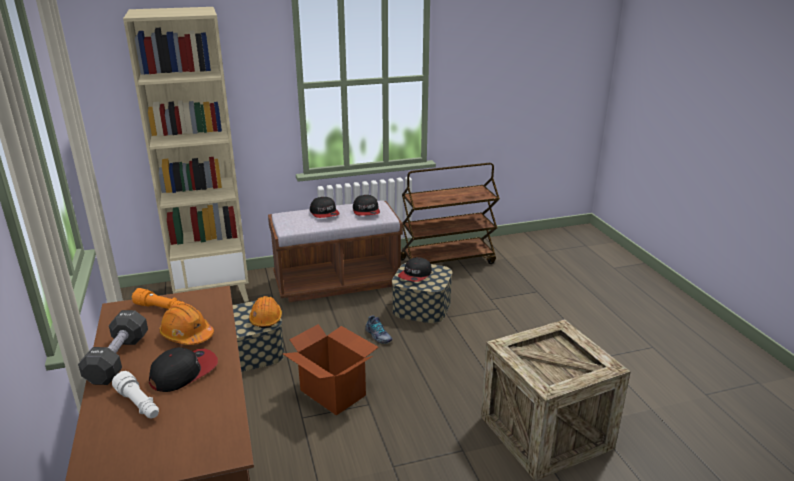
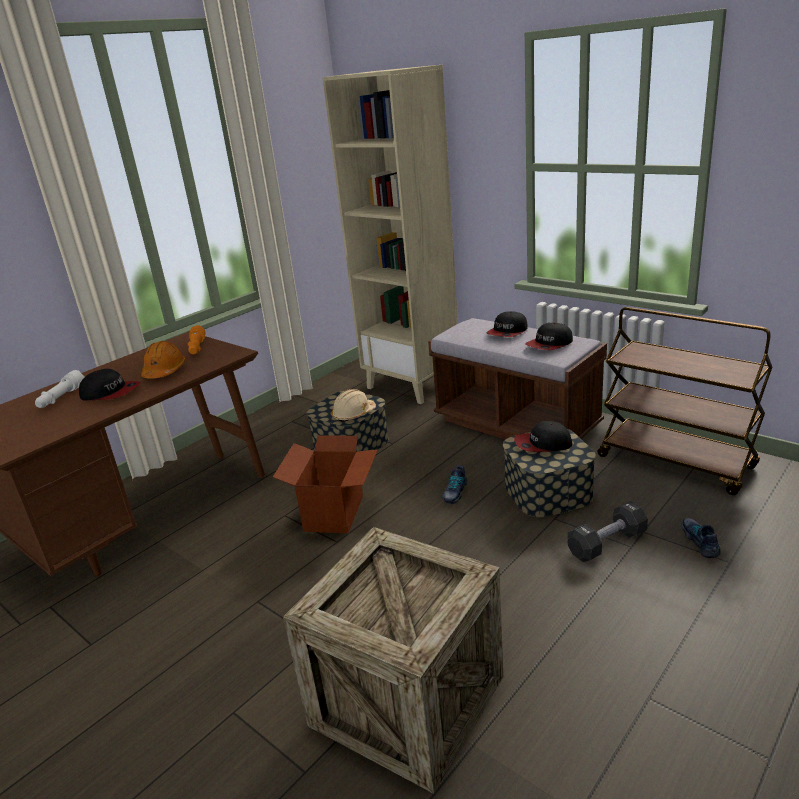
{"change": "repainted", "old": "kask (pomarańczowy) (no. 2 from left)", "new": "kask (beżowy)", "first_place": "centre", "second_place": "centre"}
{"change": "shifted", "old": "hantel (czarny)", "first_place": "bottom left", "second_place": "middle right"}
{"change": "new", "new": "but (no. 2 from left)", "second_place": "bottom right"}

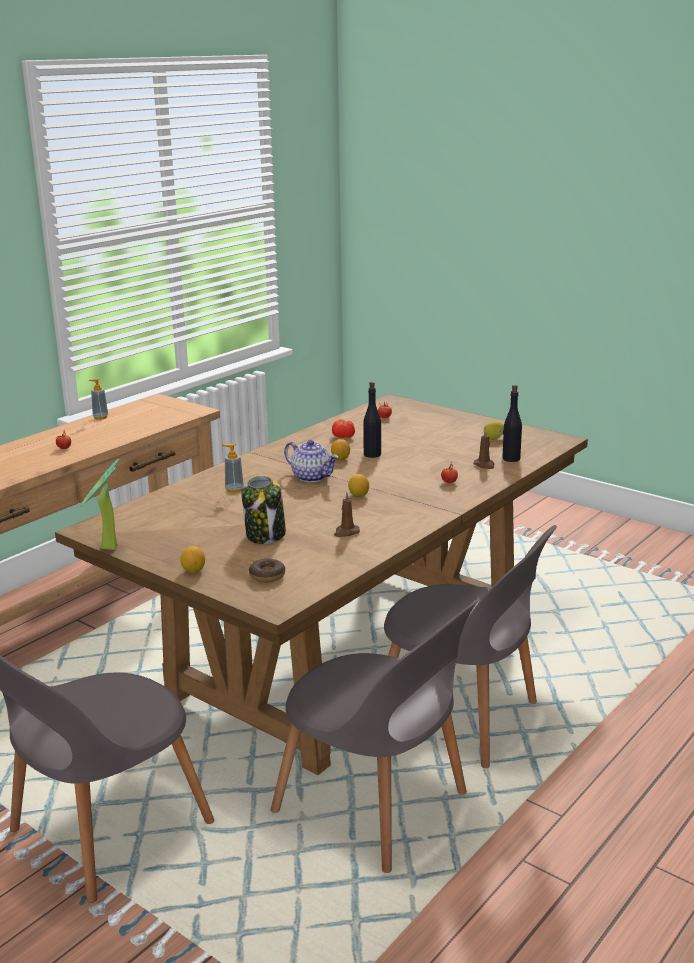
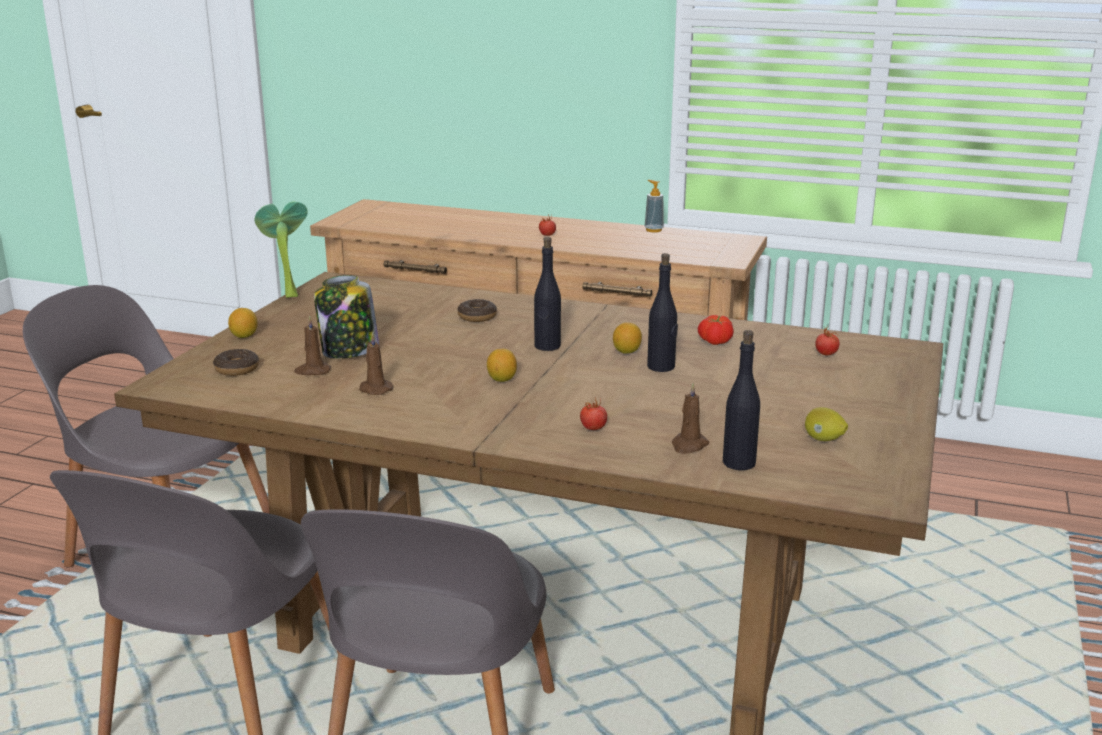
{"change": "new", "new": "świeca (brązowy) (no. 1 from left)", "second_place": "middle left"}
{"change": "swapped", "old": "dozownik mydła (no. 2 from left)", "new": "donut (no. 2 from left)", "first_place": "centre", "second_place": "centre"}
{"change": "swapped", "old": "imbryk", "new": "butelka (czarny) (no. 1 from left)", "first_place": "centre", "second_place": "centre"}

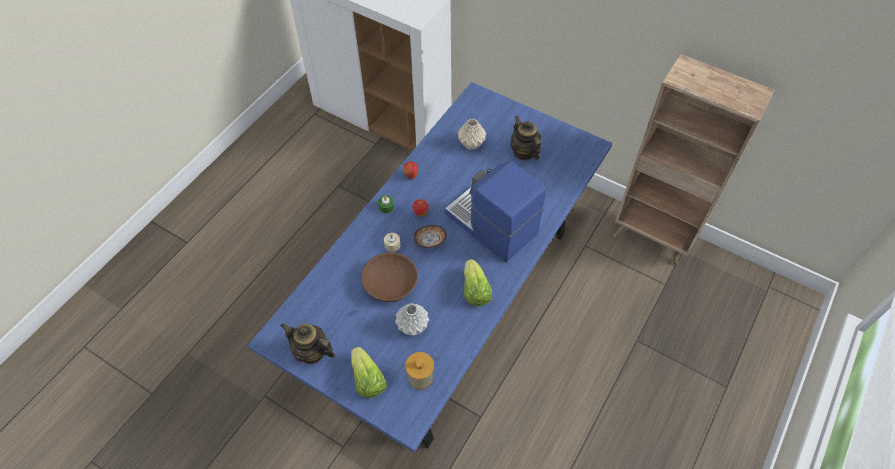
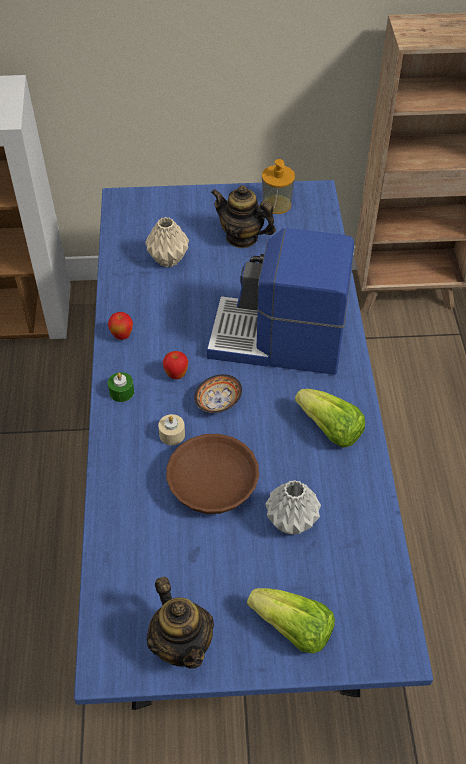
{"change": "rotated", "old": "imbryk (no. 1 from left)", "first_place": "bottom centre", "second_place": "bottom centre", "degrees": -105}
{"change": "shifted", "old": "dozownik mydła", "first_place": "bottom centre", "second_place": "top centre"}

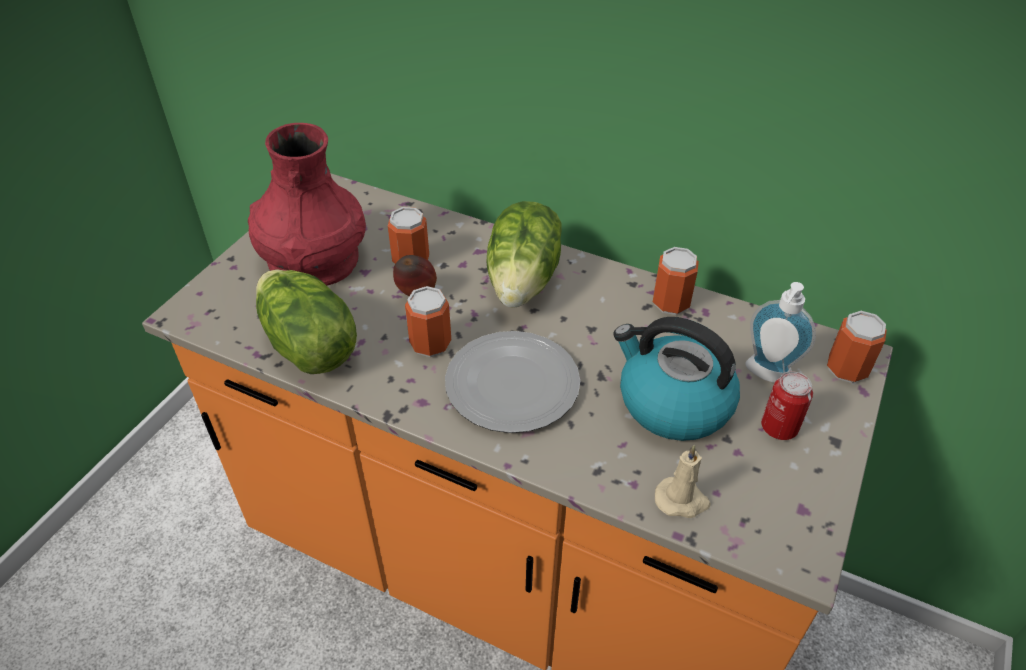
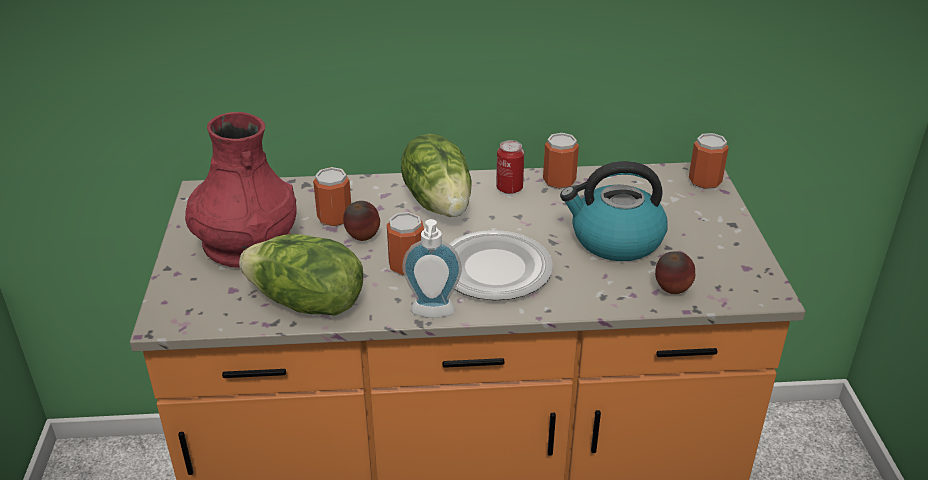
{"change": "shifted", "old": "dozownik mydła", "first_place": "middle right", "second_place": "centre"}
{"change": "shifted", "old": "puszka (no. 4 from left in the first image)", "new": "puszka (no. 3 from left)", "first_place": "middle right", "second_place": "centre"}
{"change": "swapped", "old": "świeca (beżowy)", "new": "jabłko (no. 2 from left)", "first_place": "bottom centre", "second_place": "middle right"}

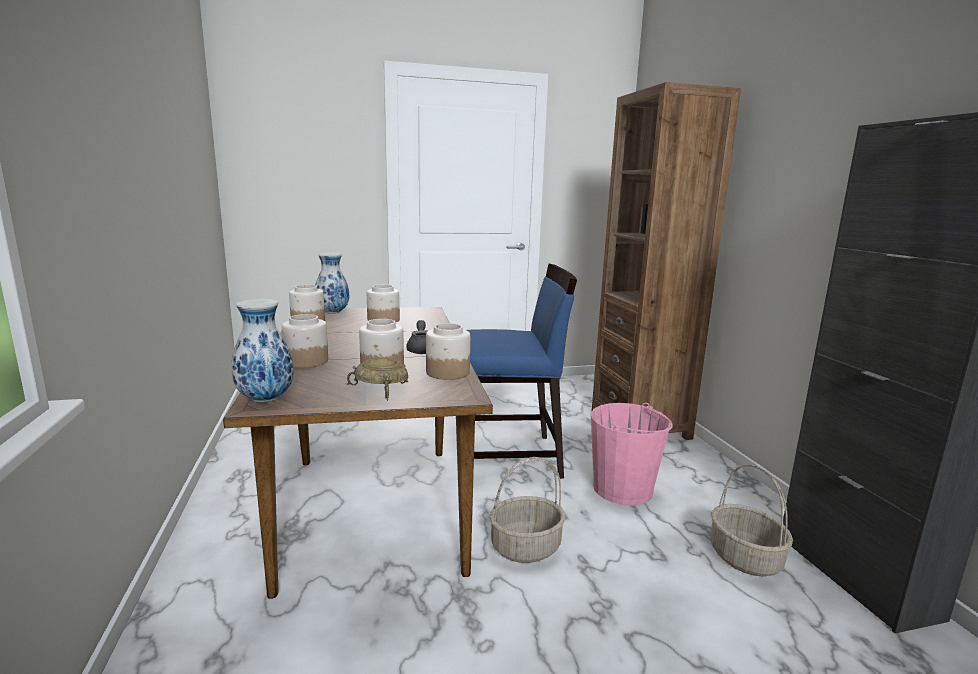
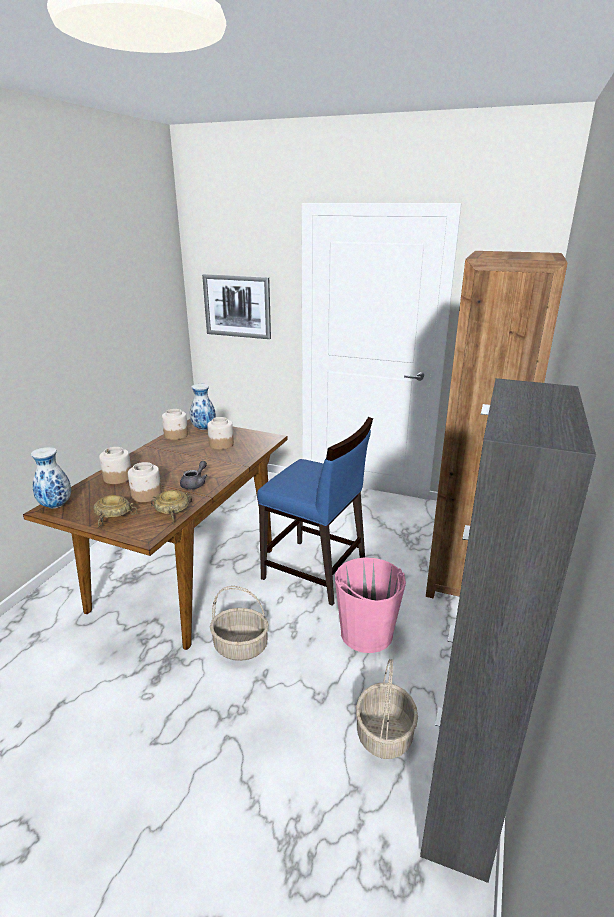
{"change": "swapped", "old": "słoik (no. 5 from left)", "new": "miska (beżowy) (no. 2 from left)", "first_place": "centre", "second_place": "middle left"}
{"change": "new", "new": "obraz", "second_place": "centre"}

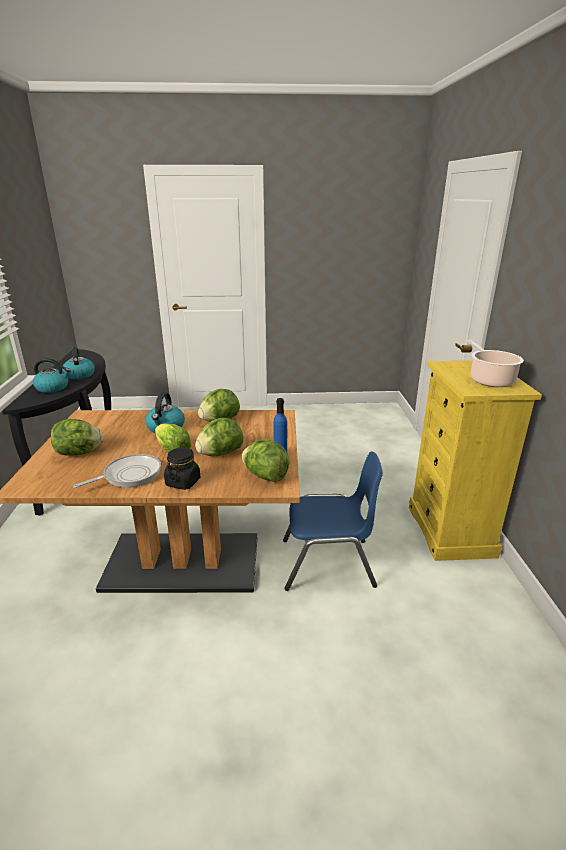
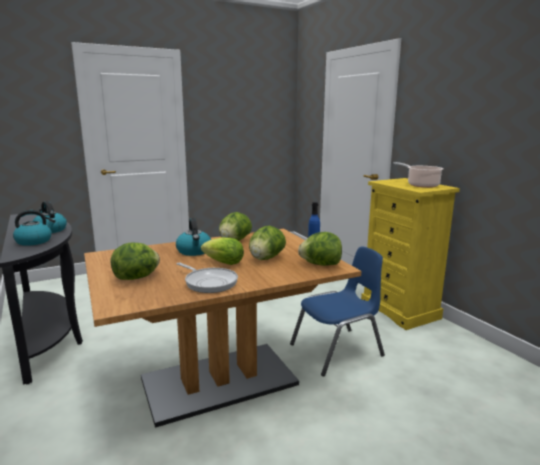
{"change": "rotated", "old": "patelnia", "first_place": "middle left", "second_place": "centre", "degrees": 105}
{"change": "gone", "old": "słoik (czarny)", "first_place": "middle left"}

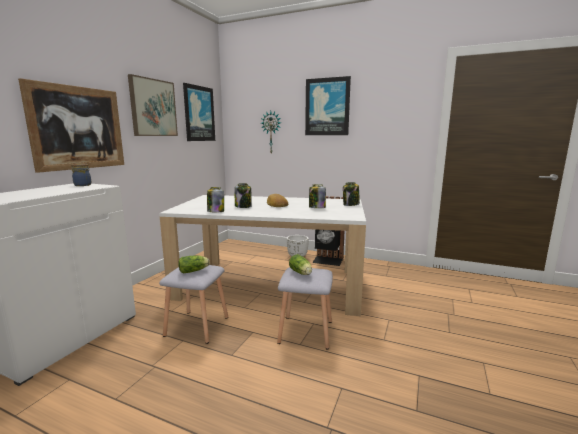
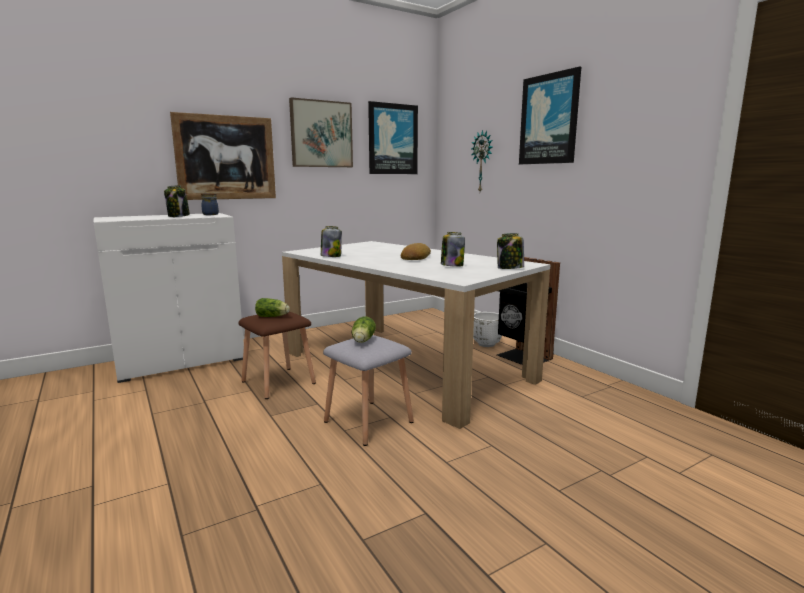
{"change": "shifted", "old": "słoik (no. 3 from left in the first image)", "new": "słoik (no. 1 from left)", "first_place": "centre", "second_place": "middle left"}
{"change": "repainted", "old": "stołek (szary) (no. 1 from left)", "new": "stołek (brązowy)", "first_place": "bottom centre", "second_place": "centre"}

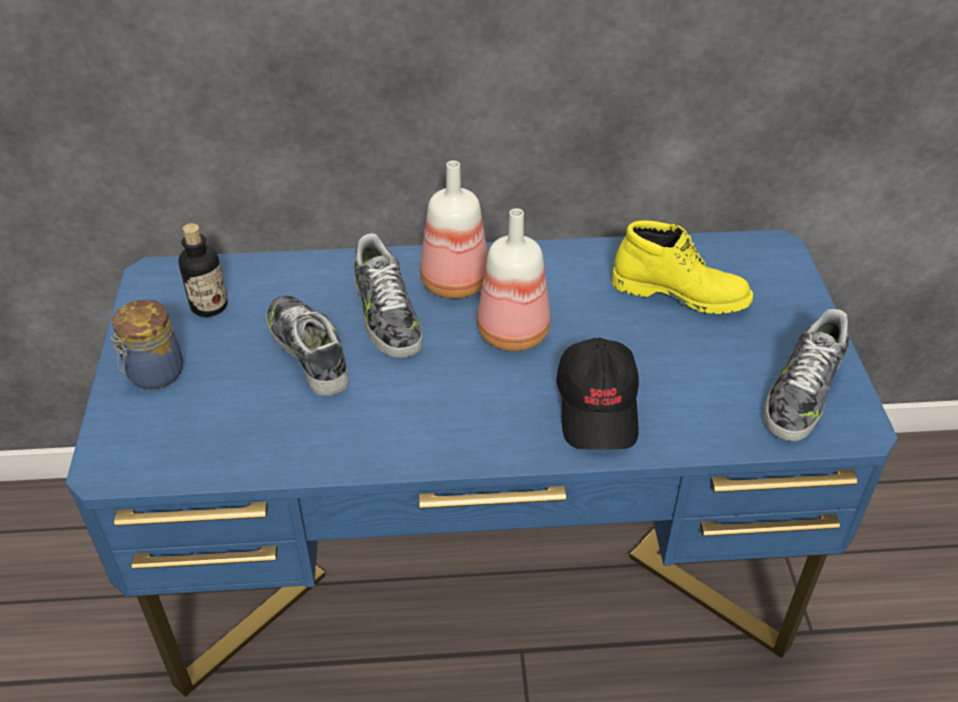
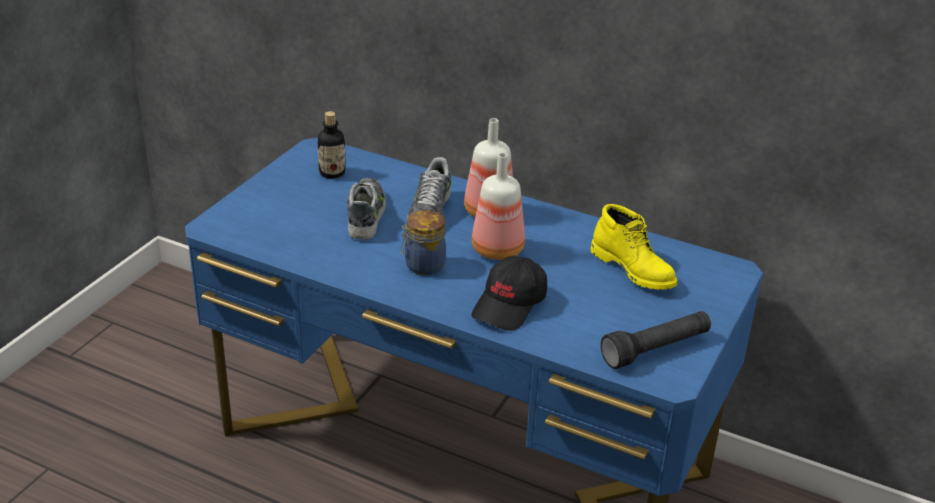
{"change": "shifted", "old": "słoik", "first_place": "middle left", "second_place": "centre"}
{"change": "swapped", "old": "but (no. 3 from left)", "new": "latarka (czarny)", "first_place": "middle right", "second_place": "bottom right"}

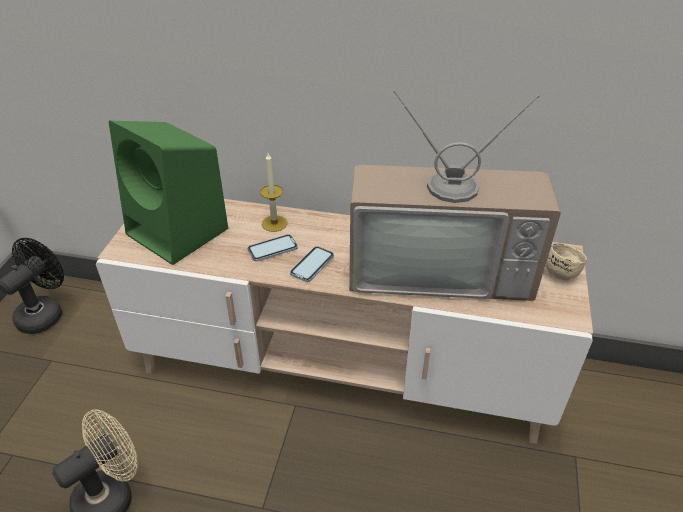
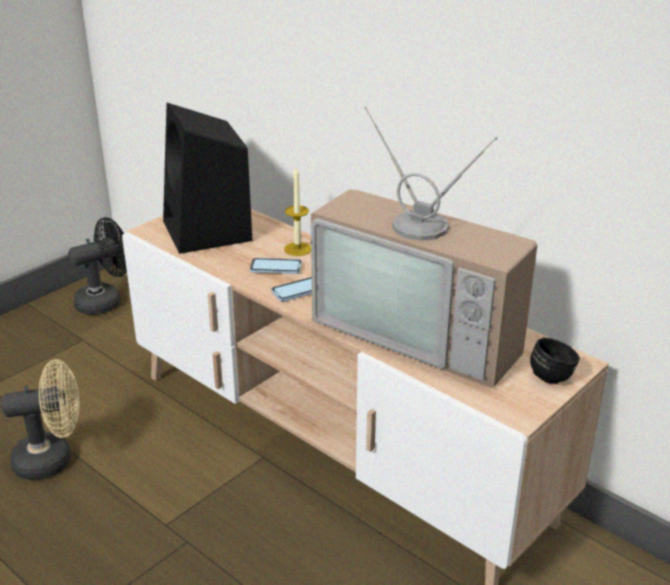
{"change": "repainted", "old": "głośnik (zielony)", "new": "głośnik (czarny)", "first_place": "middle left", "second_place": "top left"}
{"change": "repainted", "old": "kubek (beżowy)", "new": "kubek (czarny)", "first_place": "middle right", "second_place": "middle right"}

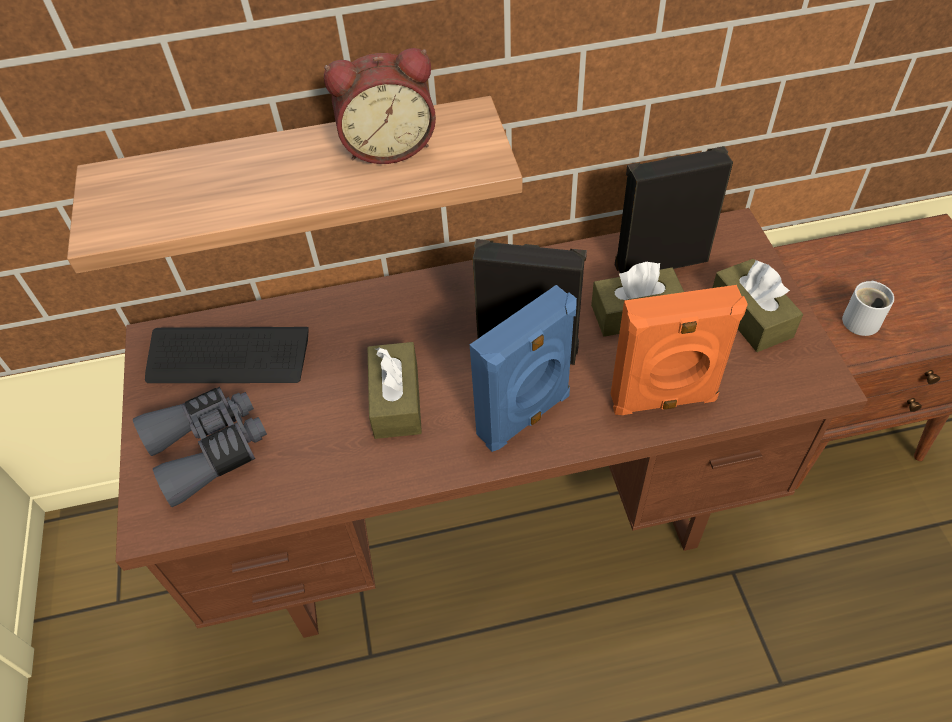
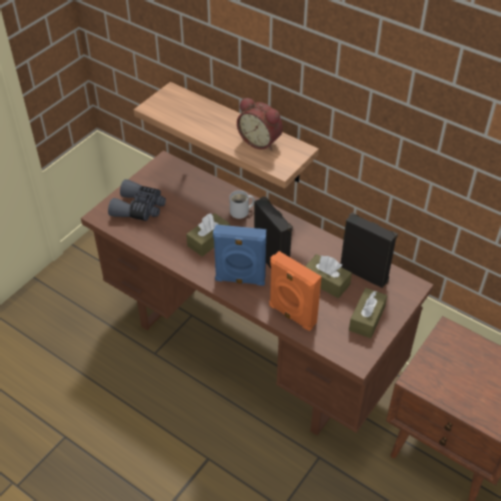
{"change": "shifted", "old": "kubek (biały)", "first_place": "middle right", "second_place": "centre"}
{"change": "gone", "old": "klawiatura", "first_place": "middle left"}

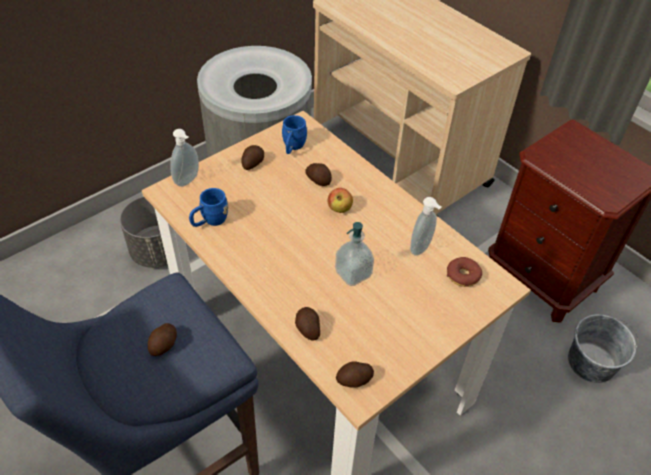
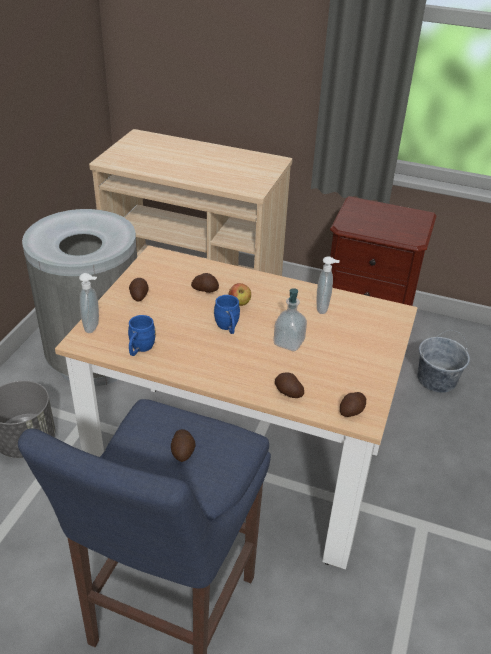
{"change": "shifted", "old": "kubek (niebieski) (no. 2 from left)", "first_place": "top centre", "second_place": "centre"}
{"change": "gone", "old": "donut", "first_place": "middle right"}

